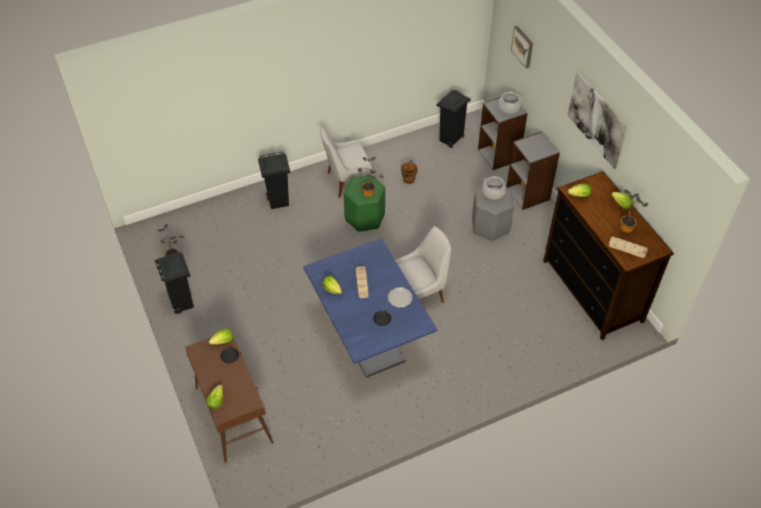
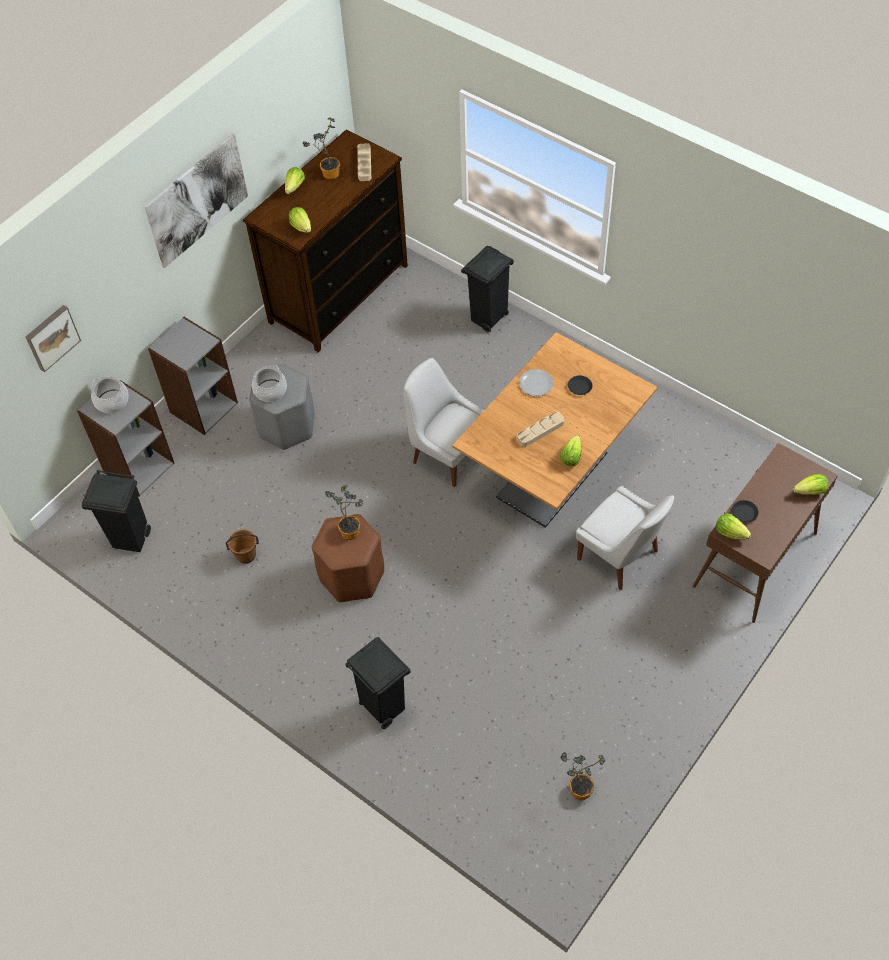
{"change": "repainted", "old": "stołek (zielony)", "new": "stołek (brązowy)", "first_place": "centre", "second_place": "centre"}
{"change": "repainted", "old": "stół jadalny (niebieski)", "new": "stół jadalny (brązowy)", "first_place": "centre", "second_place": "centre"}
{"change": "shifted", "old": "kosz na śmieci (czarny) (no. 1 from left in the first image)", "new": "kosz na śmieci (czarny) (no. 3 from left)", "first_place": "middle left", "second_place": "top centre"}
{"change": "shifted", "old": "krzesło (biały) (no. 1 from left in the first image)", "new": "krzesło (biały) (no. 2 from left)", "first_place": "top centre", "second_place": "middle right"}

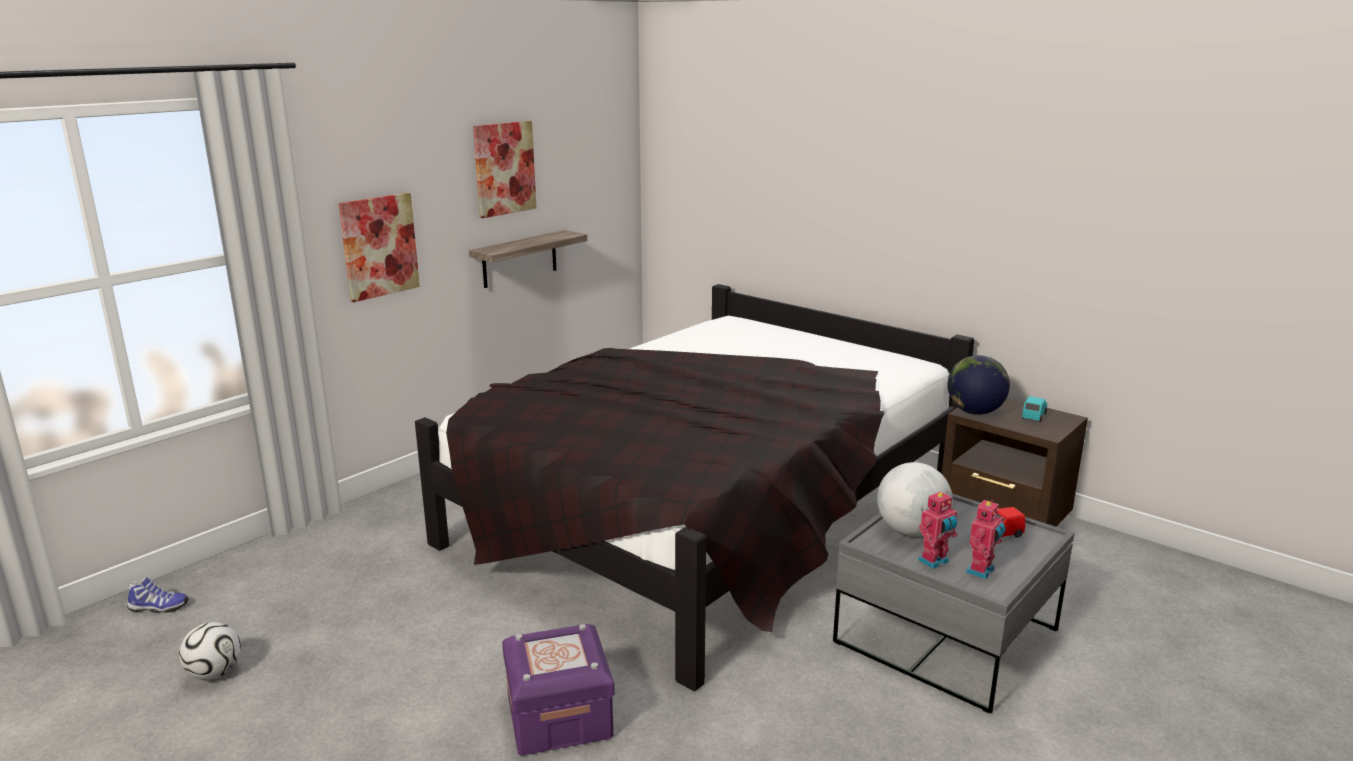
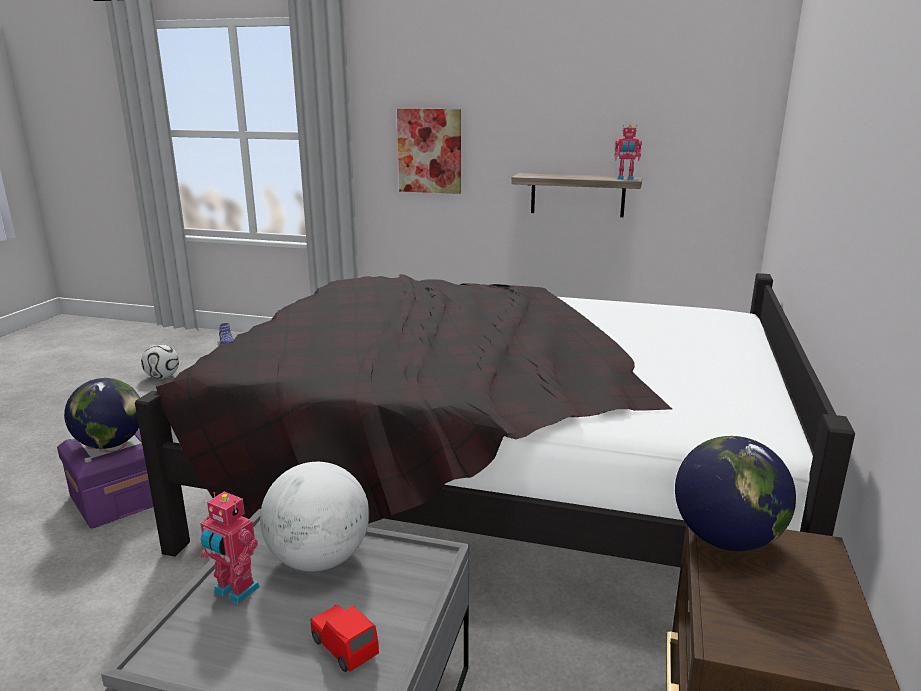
{"change": "new", "new": "globus (no. 1 from left)", "second_place": "middle left"}
{"change": "shifted", "old": "robot zabawkowy (no. 2 from left)", "first_place": "bottom right", "second_place": "top right"}
{"change": "gone", "old": "obraz (no. 2 from left)", "first_place": "top centre"}
{"change": "gone", "old": "samochodzik (turkusowy)", "first_place": "middle right"}

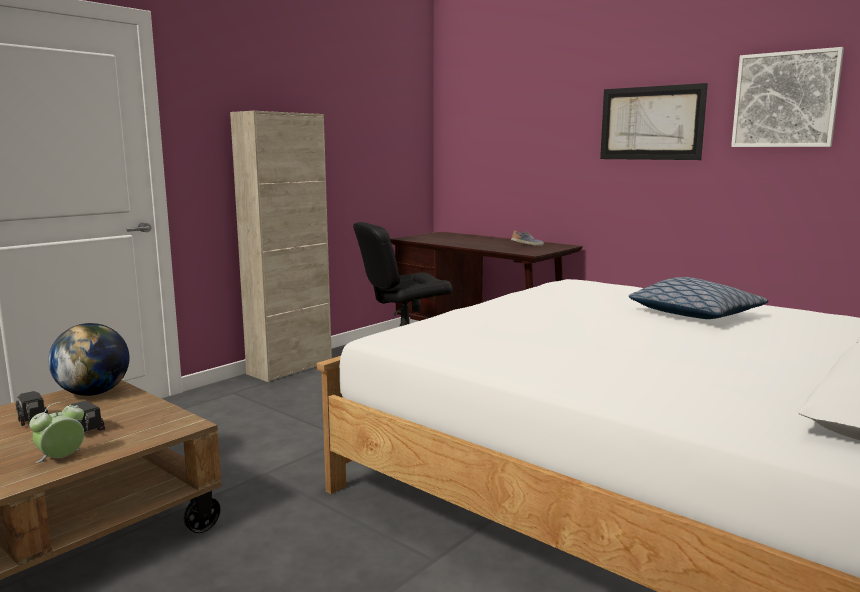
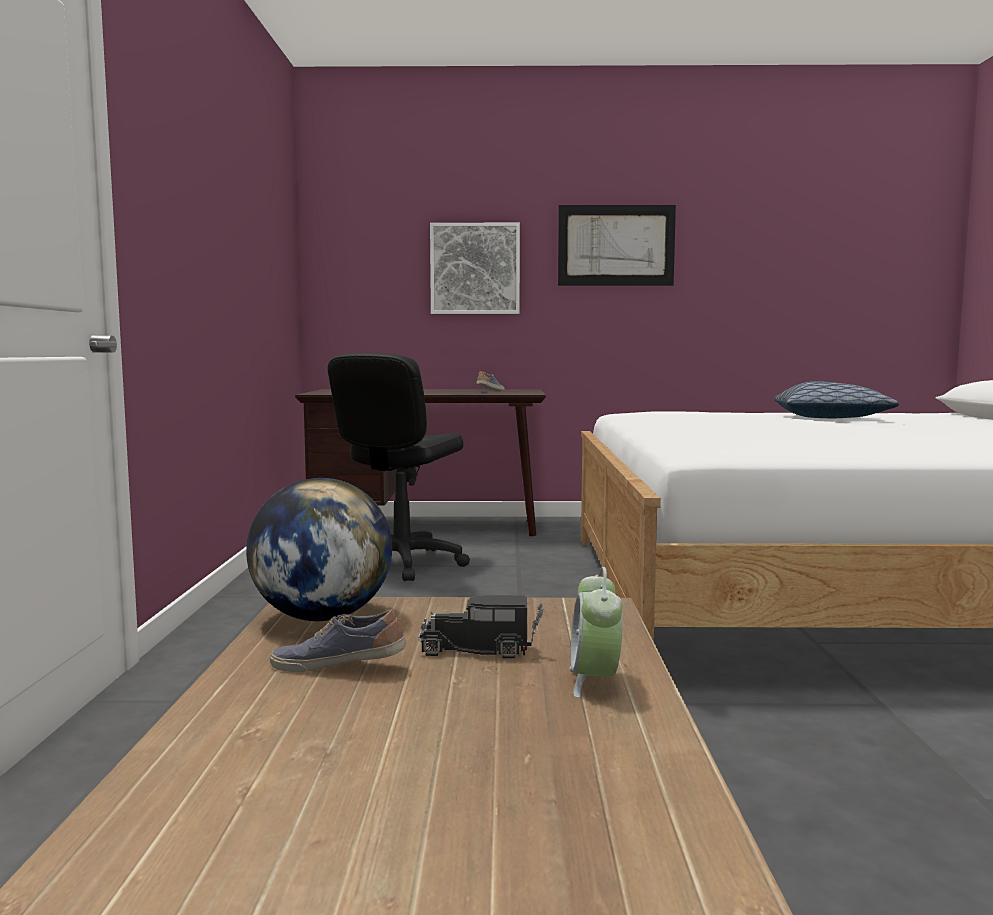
{"change": "swapped", "old": "ciężarówka zabawkowa (no. 1 from left)", "new": "but (no. 1 from left)", "first_place": "bottom left", "second_place": "bottom centre"}
{"change": "shifted", "old": "obraz (no. 2 from left in the first image)", "new": "obraz (no. 1 from left)", "first_place": "top right", "second_place": "top centre"}
{"change": "gone", "old": "szafka (beżowy)", "first_place": "middle left"}

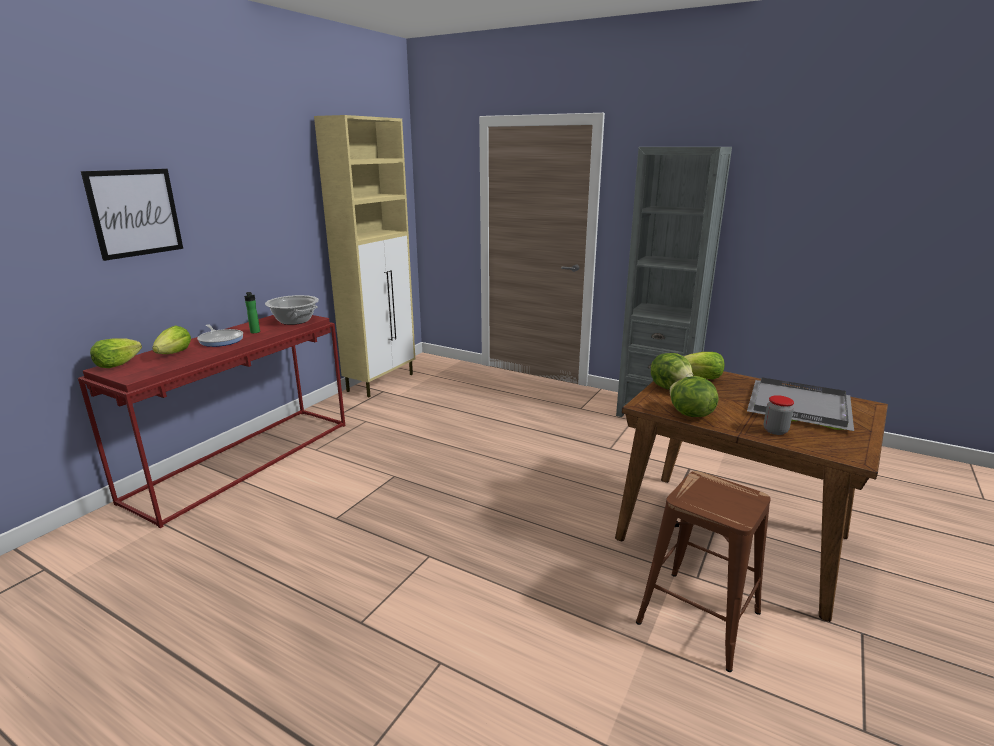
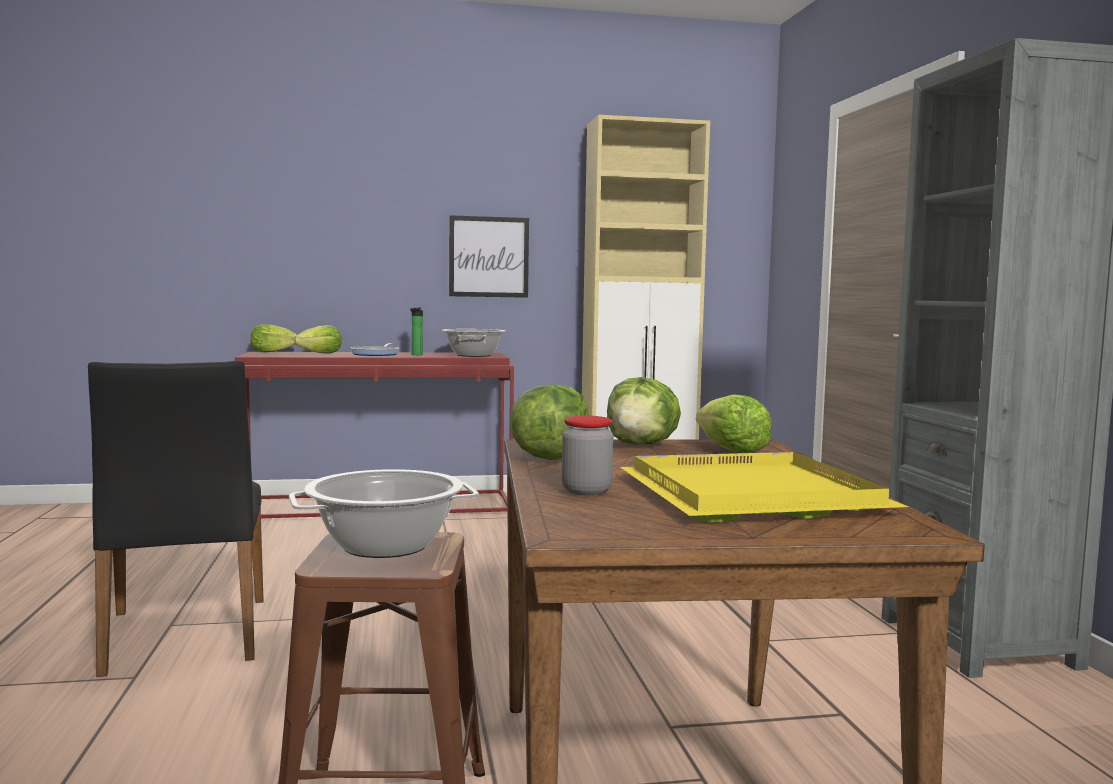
{"change": "new", "new": "krzesło (czarny)", "second_place": "middle left"}
{"change": "new", "new": "garnek (no. 1 from left)", "second_place": "centre"}
{"change": "shifted", "old": "obraz", "first_place": "top left", "second_place": "top centre"}
{"change": "repainted", "old": "taca (szary)", "new": "taca (żółty)", "first_place": "middle right", "second_place": "middle right"}

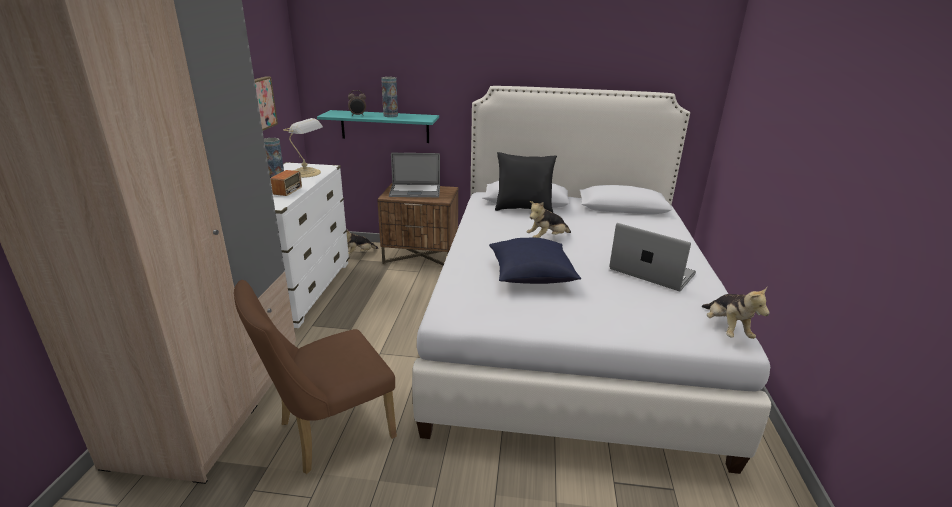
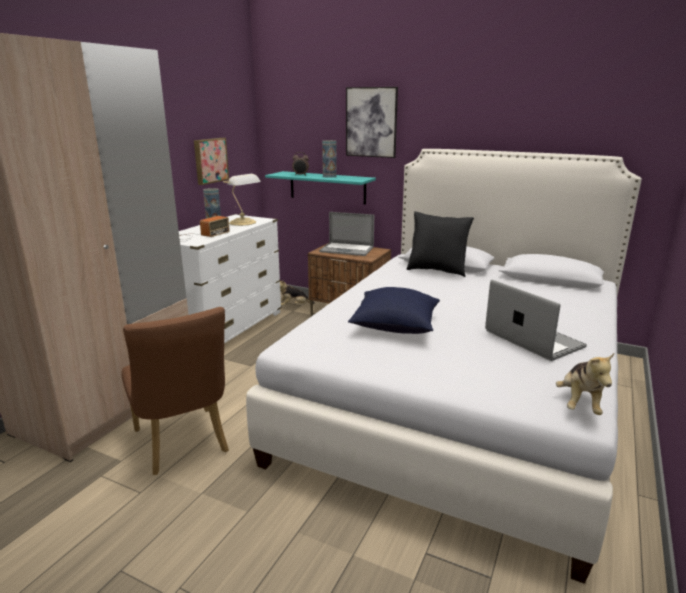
{"change": "rotated", "old": "krzesło (brązowy)", "first_place": "bottom left", "second_place": "middle left", "degrees": -105}
{"change": "new", "new": "obraz (no. 2 from left)", "second_place": "top centre"}
{"change": "gone", "old": "pluszak (no. 2 from left)", "first_place": "centre"}

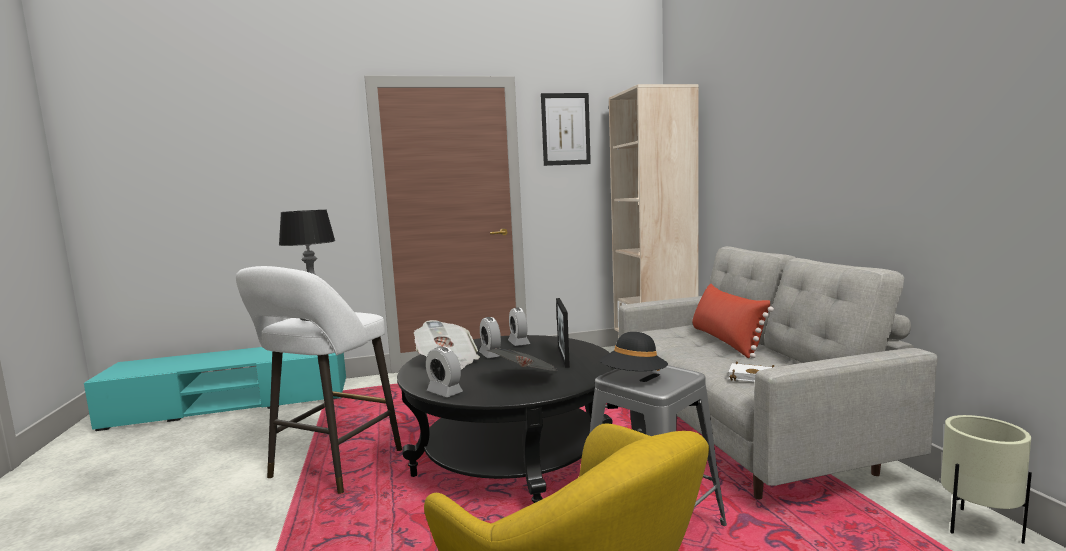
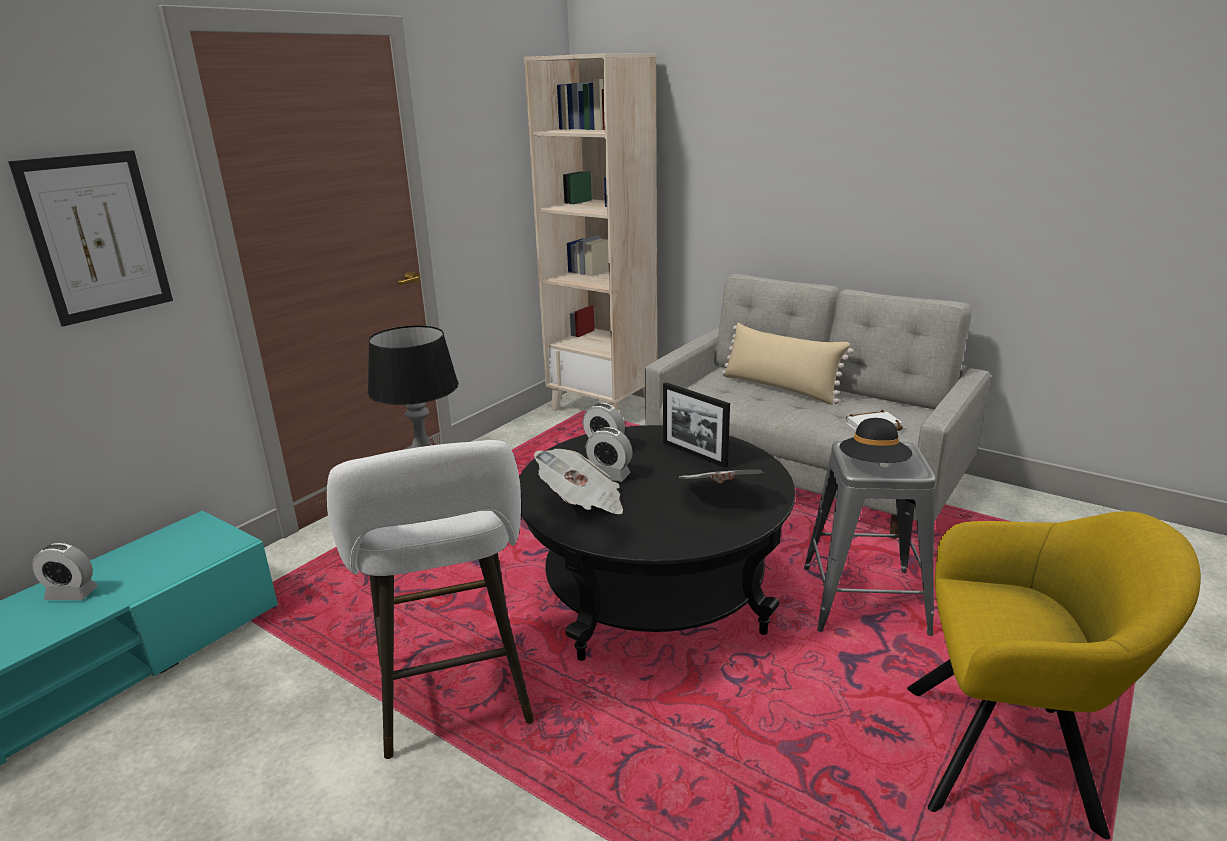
{"change": "shifted", "old": "obraz", "first_place": "top centre", "second_place": "top left"}
{"change": "shifted", "old": "budzik (no. 1 from left)", "first_place": "bottom centre", "second_place": "bottom left"}
{"change": "repainted", "old": "poduszka (czerwony)", "new": "poduszka (beżowy)", "first_place": "middle right", "second_place": "centre"}
{"change": "gone", "old": "donica (beżowy)", "first_place": "bottom right"}

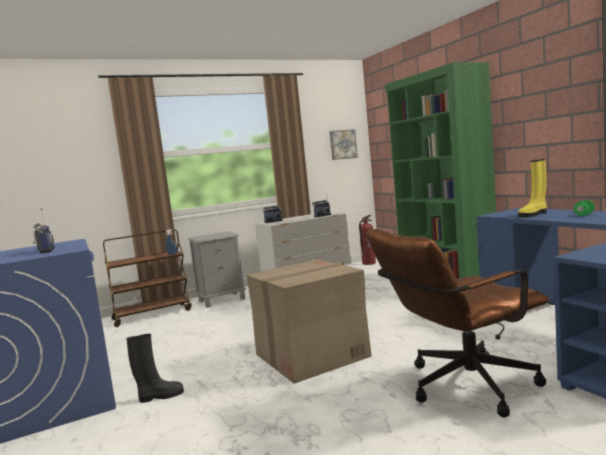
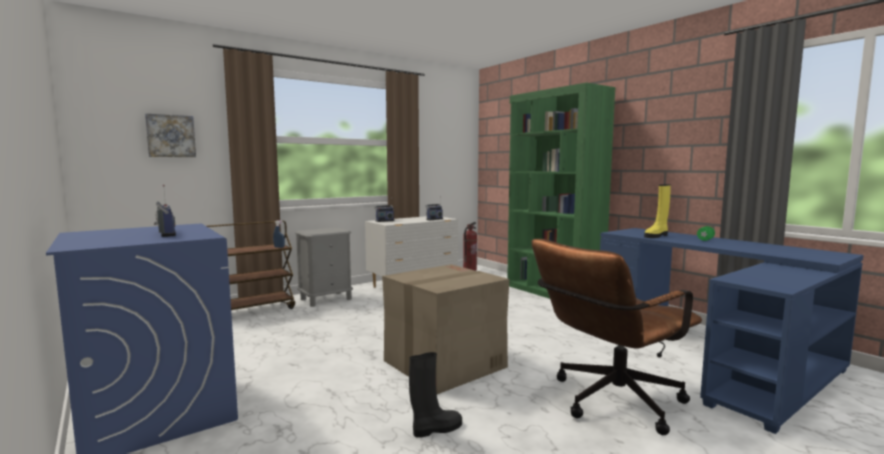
{"change": "shifted", "old": "obraz", "first_place": "top centre", "second_place": "top left"}
{"change": "shifted", "old": "but z cholewką (czarny)", "first_place": "bottom left", "second_place": "bottom centre"}

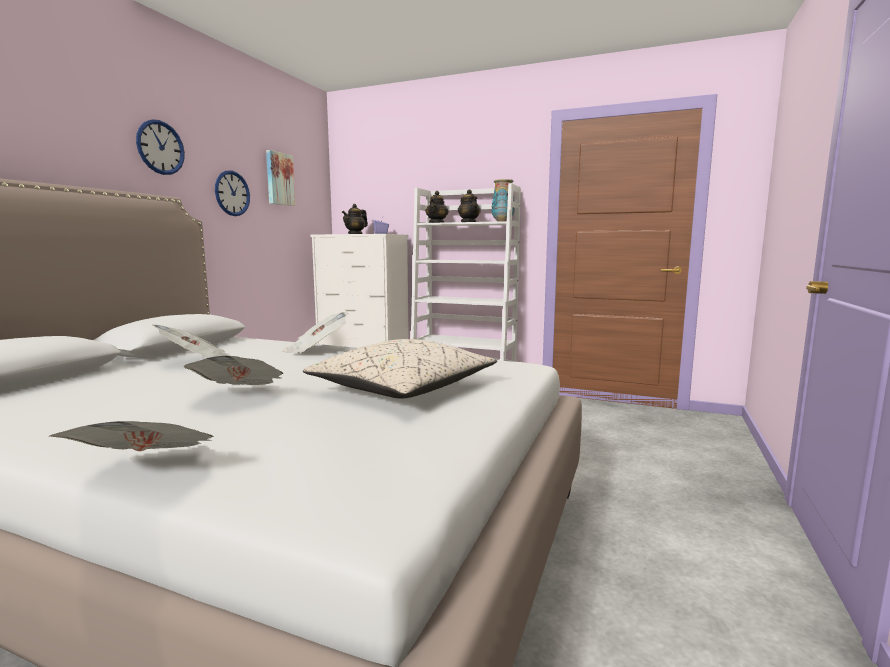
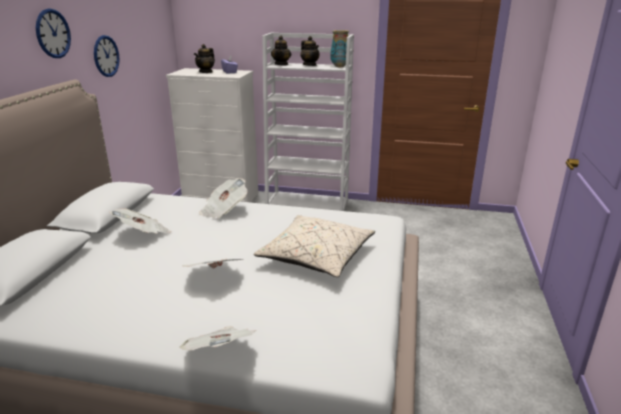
{"change": "gone", "old": "obraz", "first_place": "top left"}

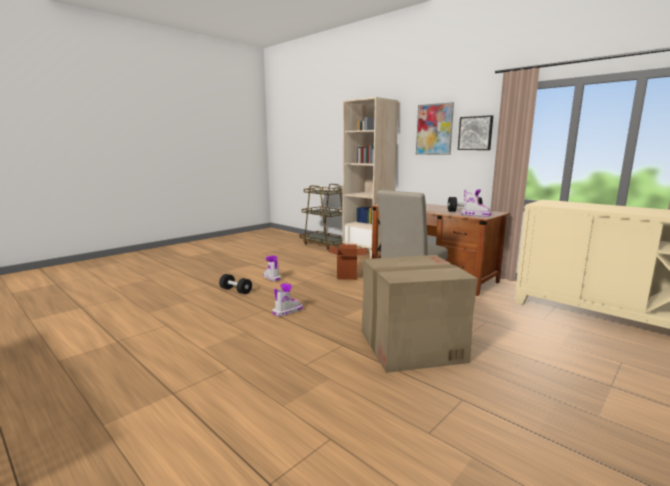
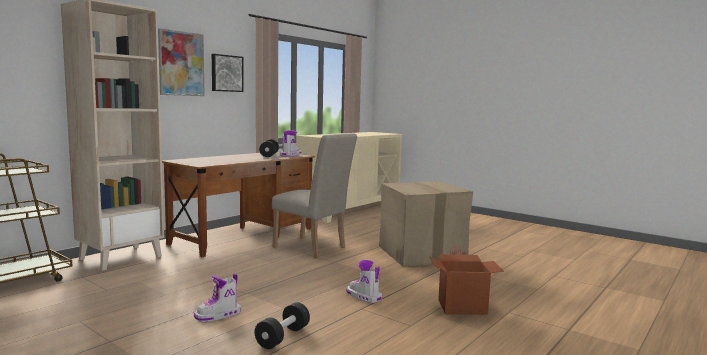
{"change": "shifted", "old": "karton (no. 1 from left in the first image)", "new": "karton (no. 2 from left)", "first_place": "centre", "second_place": "bottom centre"}

